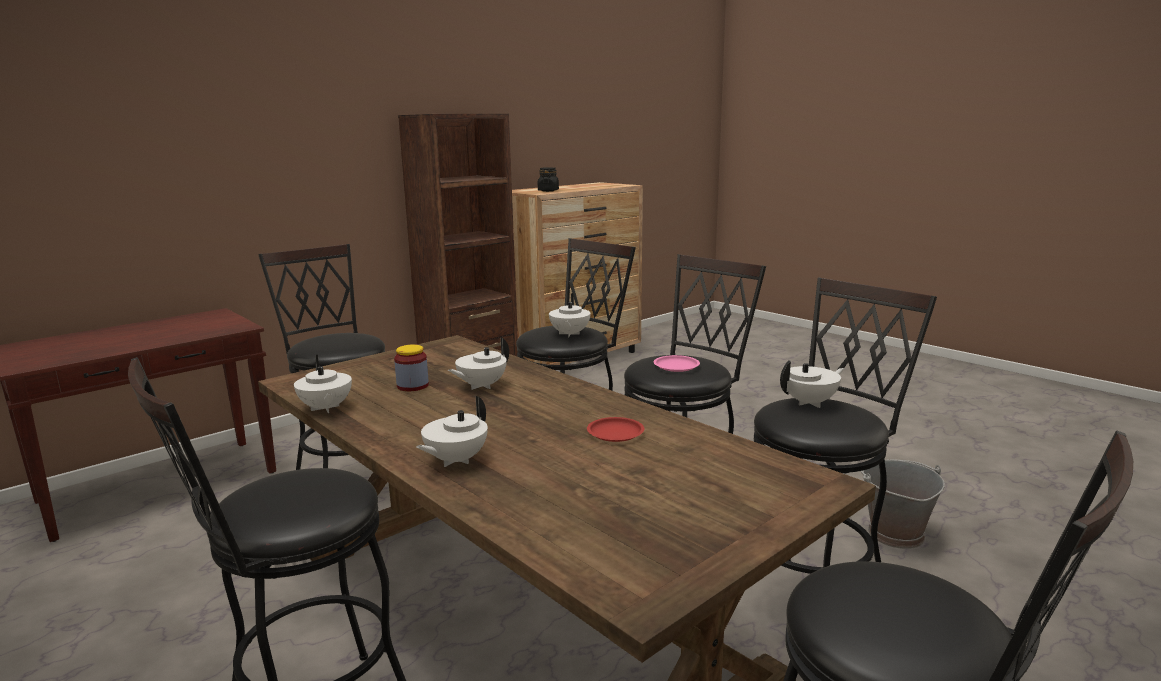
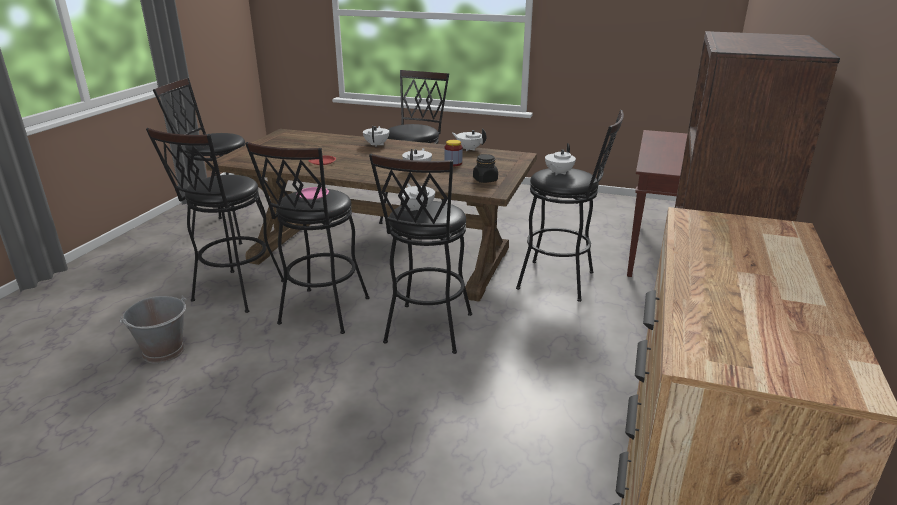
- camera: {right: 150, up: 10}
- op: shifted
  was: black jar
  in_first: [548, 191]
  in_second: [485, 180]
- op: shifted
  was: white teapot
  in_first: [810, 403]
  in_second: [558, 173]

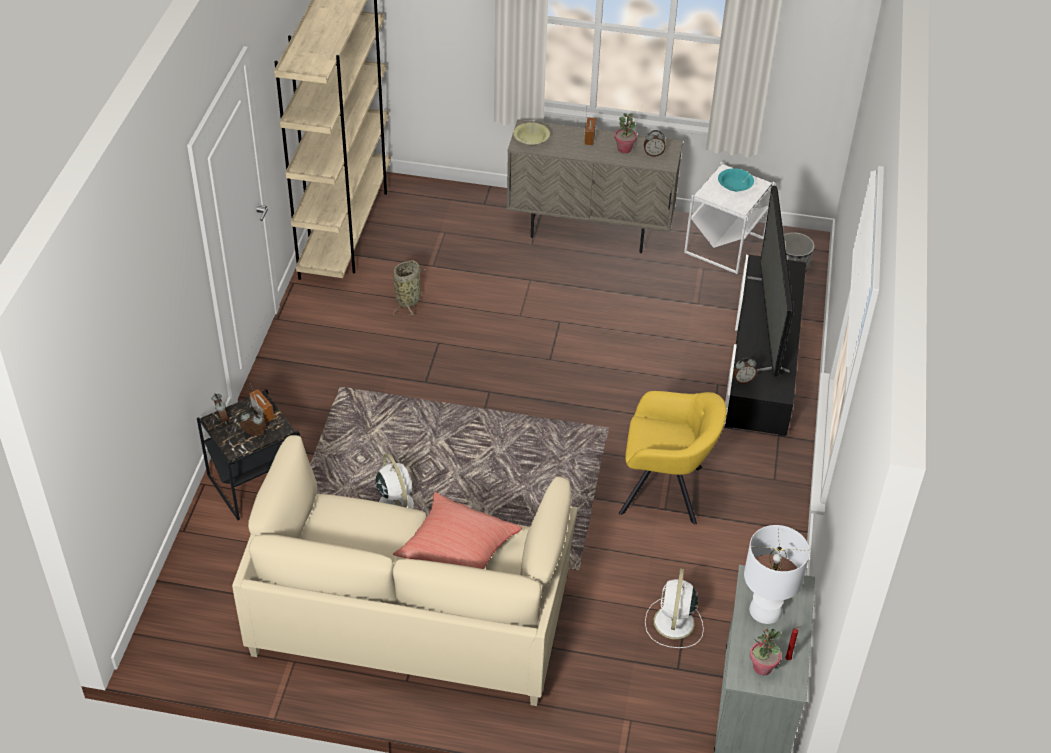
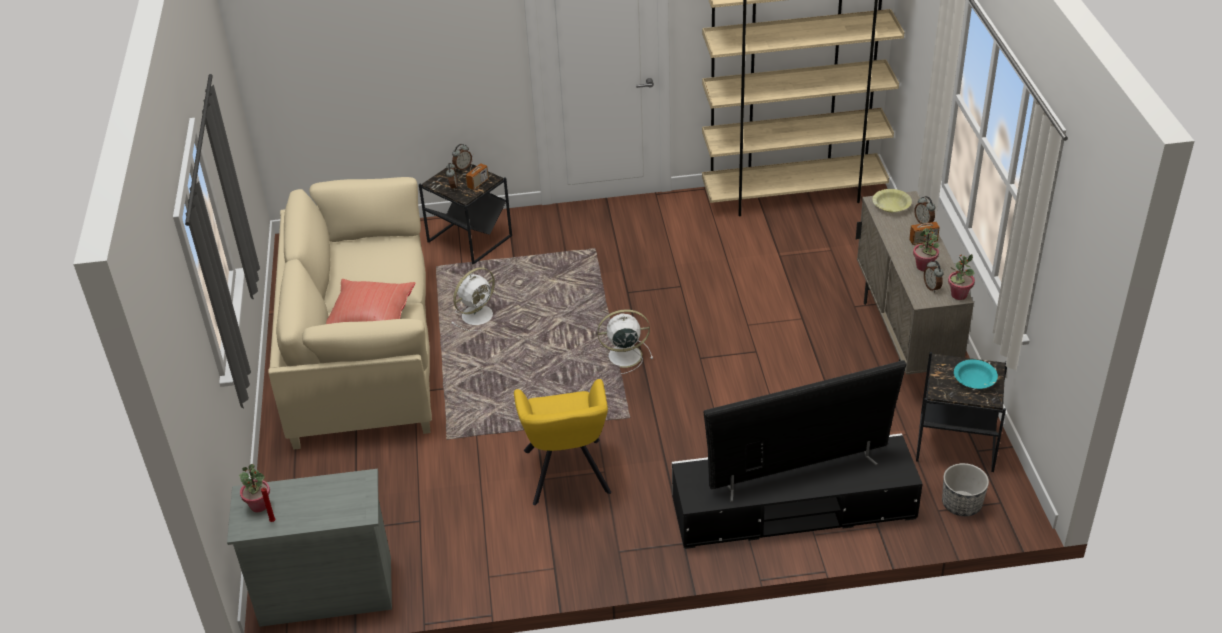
- camera: {right: 75, up: -5}
- op: gone
  was: basket
  in_first: [409, 299]
- op: shifted
  was: white fan
  in_first: [673, 624]
  in_second: [623, 356]
- op: repainted
  was: white side table
  now: black side table
  in_first: [725, 246]
  in_second: [957, 443]
- op: shifted
  was: alarm clock
  in_first: [743, 380]
  in_second: [924, 222]
- op: gone
  was: white table lamp
  in_first: [765, 611]
- op: new
  now: potted plant
  in_second: [958, 295]

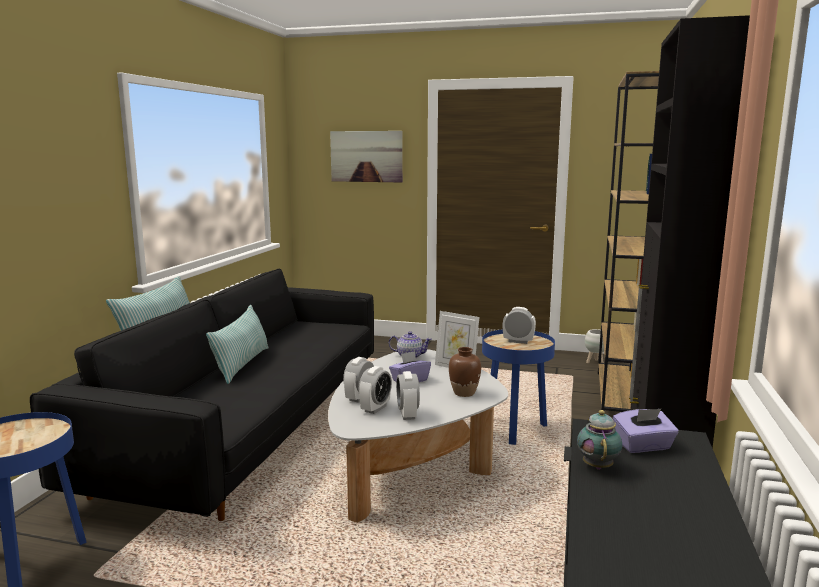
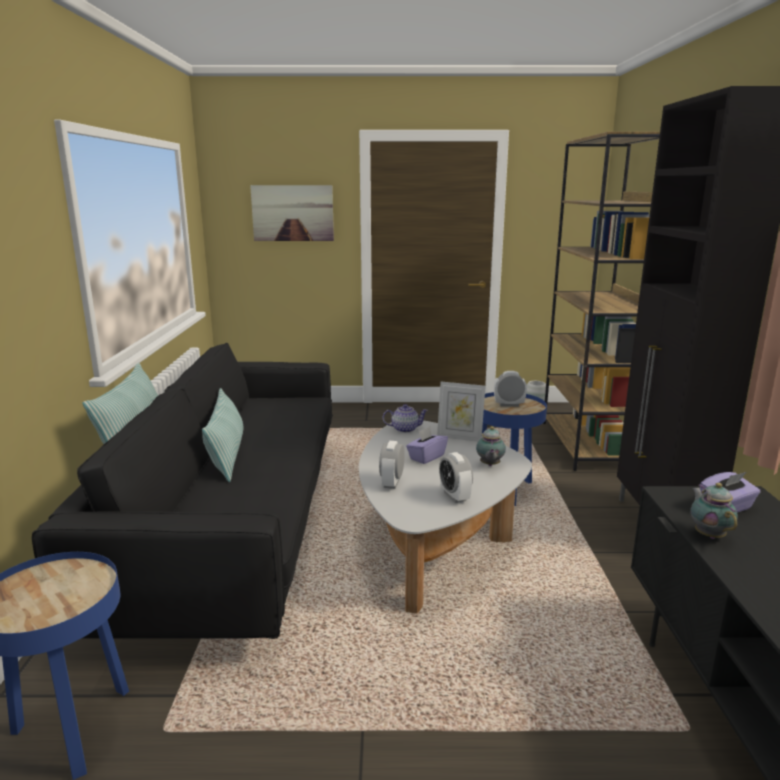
- camera: {right: -15, up: 5}
- op: gone
  was: alarm clock
  in_first: [375, 408]
- op: swapped
  was: brown vase
  now: teapot
  in_first: [464, 393]
  in_second: [489, 465]

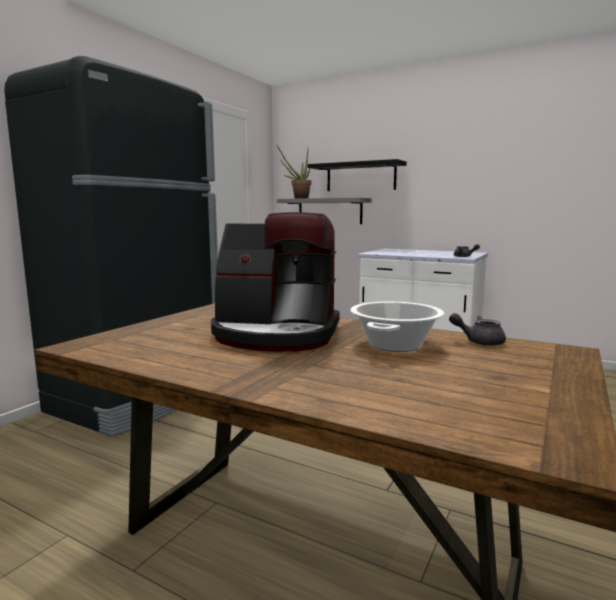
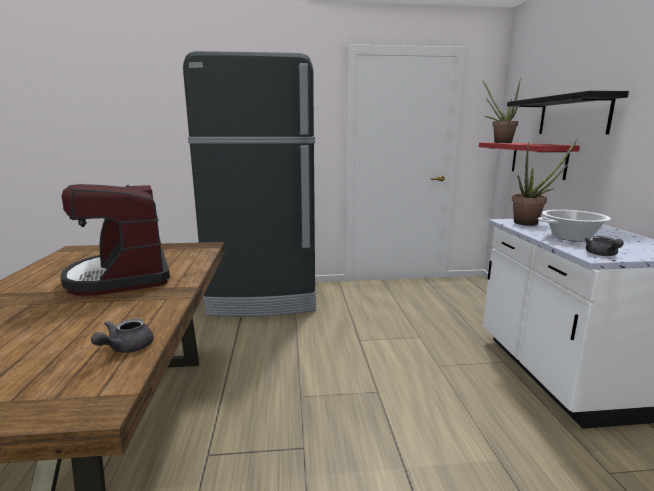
- camera: {right: 55, up: 5}
- op: repainted
  was: grey shelf
  now: red shelf
  in_first: [330, 211]
  in_second: [538, 159]
- op: shifted
  was: cooking pot
  in_first: [394, 345]
  in_second: [571, 237]
- op: rotated
  was: grey teapot
  in_first: [479, 342]
  in_second: [126, 348]
  clockwise: -135
- op: new
  now: potted plant
  in_second: [530, 223]

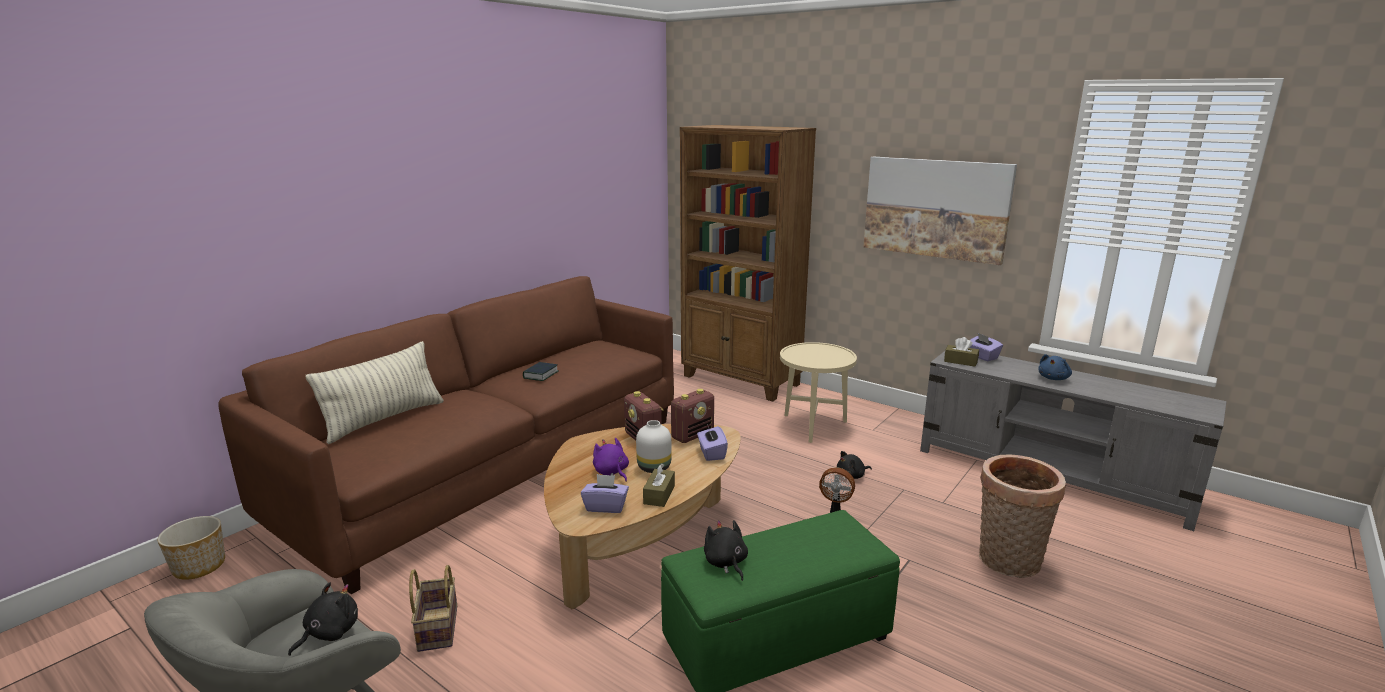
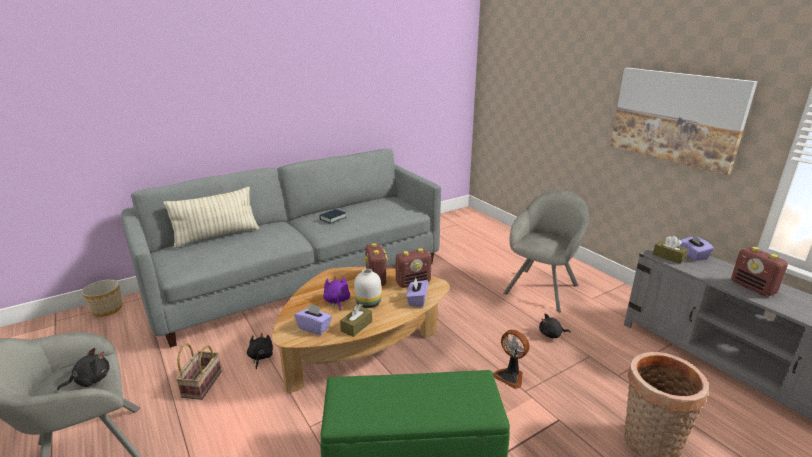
- camera: {right: 20, up: 5}
- op: repainted
  was: brown sofa
  now: grey sofa
  in_first: [493, 468]
  in_second: [299, 277]
- op: gone
  was: brown bookcase
  in_first: [741, 381]
- op: shifted
  was: black plush toy
  in_first: [726, 563]
  in_second: [260, 357]
- op: swapped
  was: beige side table
  now: grey armchair
  in_first: [813, 427]
  in_second: [543, 287]
- op: swapped
  was: blue plush toy
  now: radio
  in_first: [1053, 378]
  in_second: [753, 288]

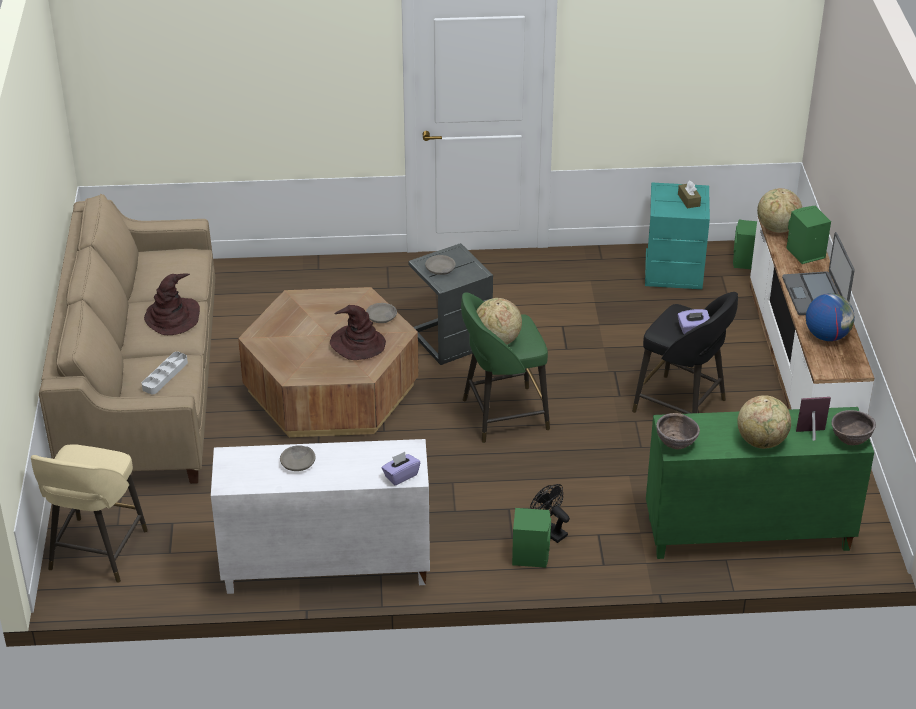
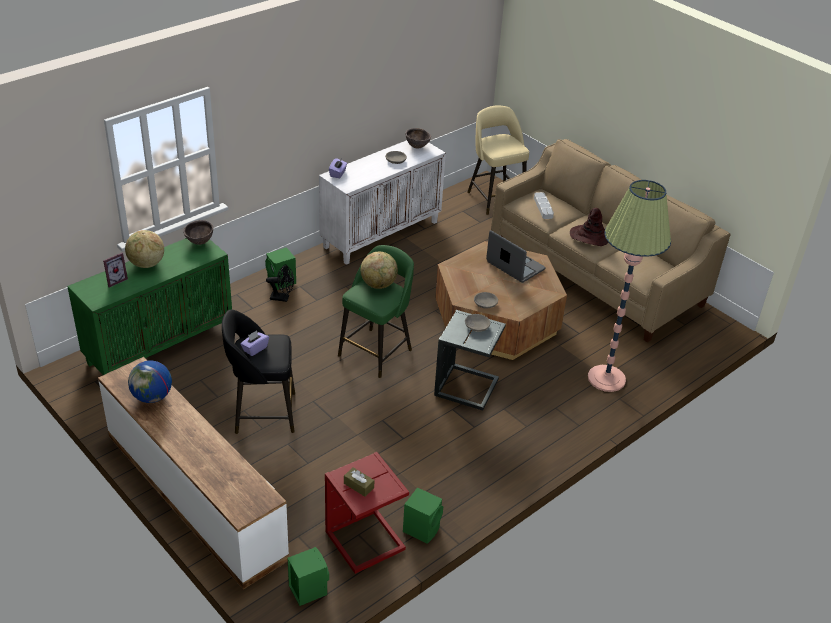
- camera: {right: 140, up: 0}
- op: gone
  was: brown hat
  in_first: [357, 344]
- op: repainted
  was: turquoise side table
  now: red side table
  in_first: [674, 270]
  in_second: [365, 542]
- op: gone
  was: globe
  in_first: [777, 228]
- op: shifted
  was: laptop
  in_first: [815, 294]
  in_second: [515, 266]
- op: shifted
  was: green speaker
  in_first: [804, 253]
  in_second: [422, 528]
- op: shifted
  was: brown bowl
  in_first: [850, 441]
  in_second: [417, 147]
- op: new
  now: floor lamp
  in_second: [606, 378]

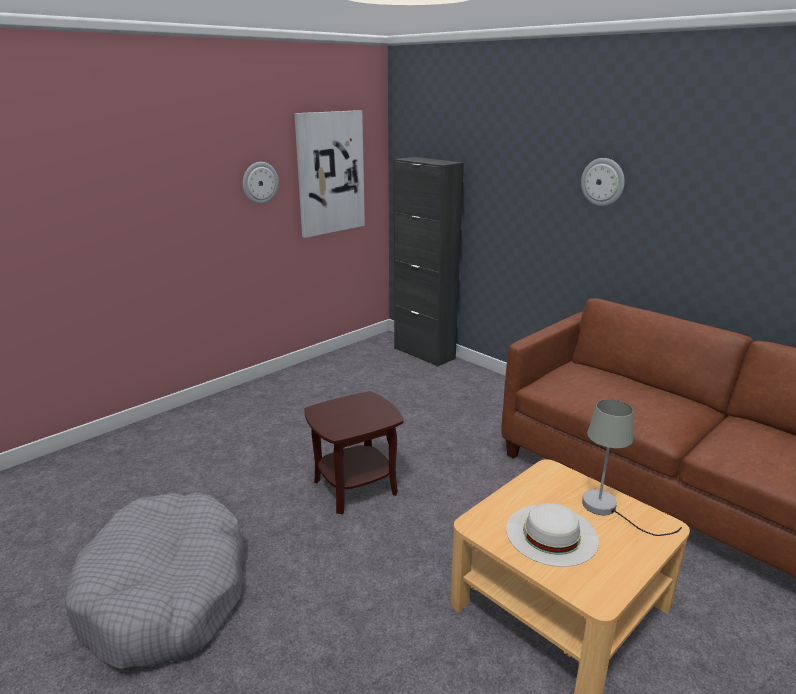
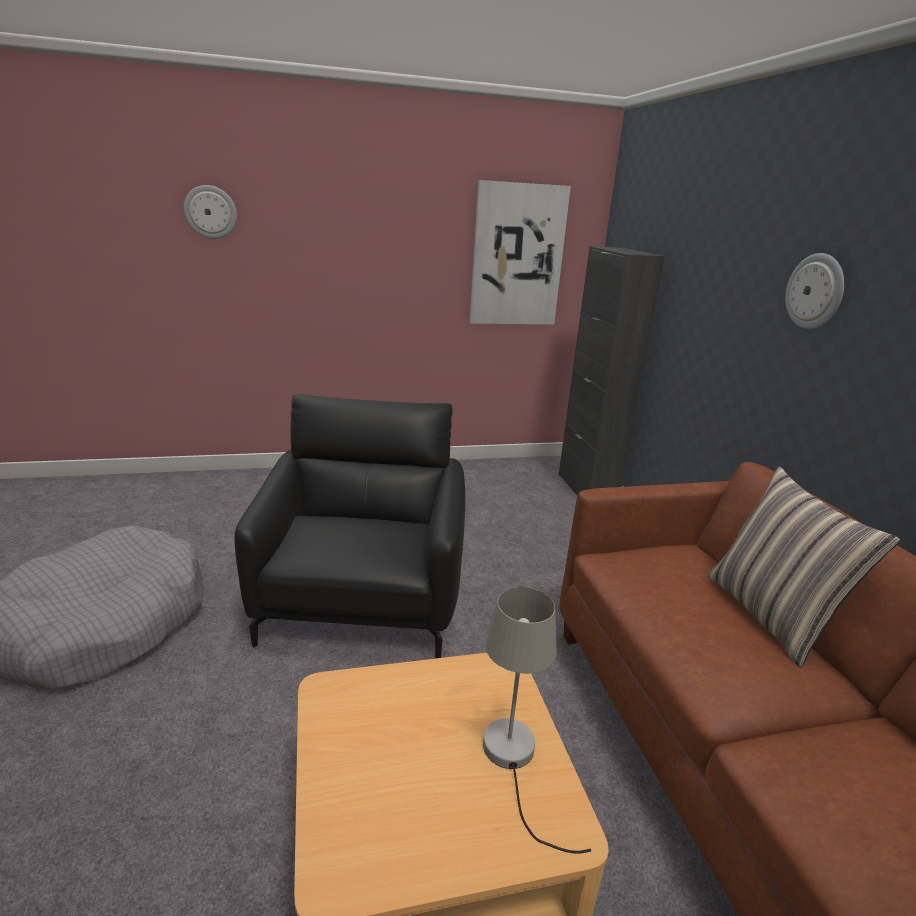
- camera: {right: 30, up: 0}
- op: shifted
  was: wall clock
  in_first: [260, 183]
  in_second: [210, 212]
- op: swapped
  was: brown side table
  now: black armchair
  in_first: [355, 487]
  in_second: [362, 600]
- op: gone
  was: white hat
  in_first: [551, 534]
- op: new
  now: pillow
  in_second: [771, 615]

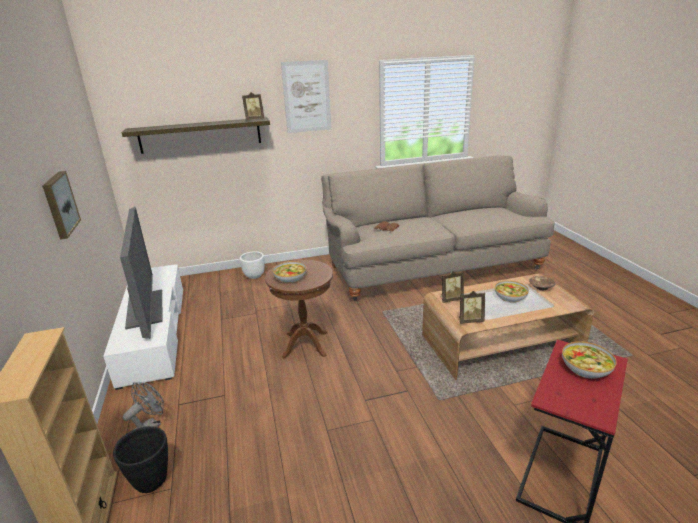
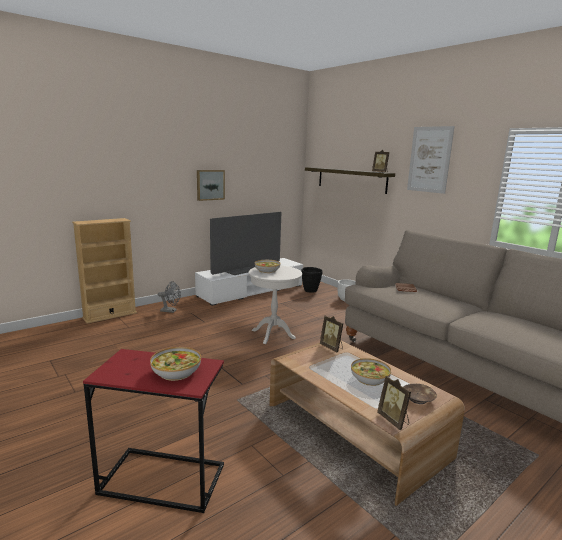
- camera: {right: 65, up: -10}
- op: shifted
  was: black planter
  in_first: [152, 481]
  in_second: [311, 291]
- op: repainted
  was: brown side table
  now: white side table
  in_first: [305, 344]
  in_second: [273, 334]
- op: shifted
  was: picture frame
  in_first: [470, 320]
  in_second: [394, 420]

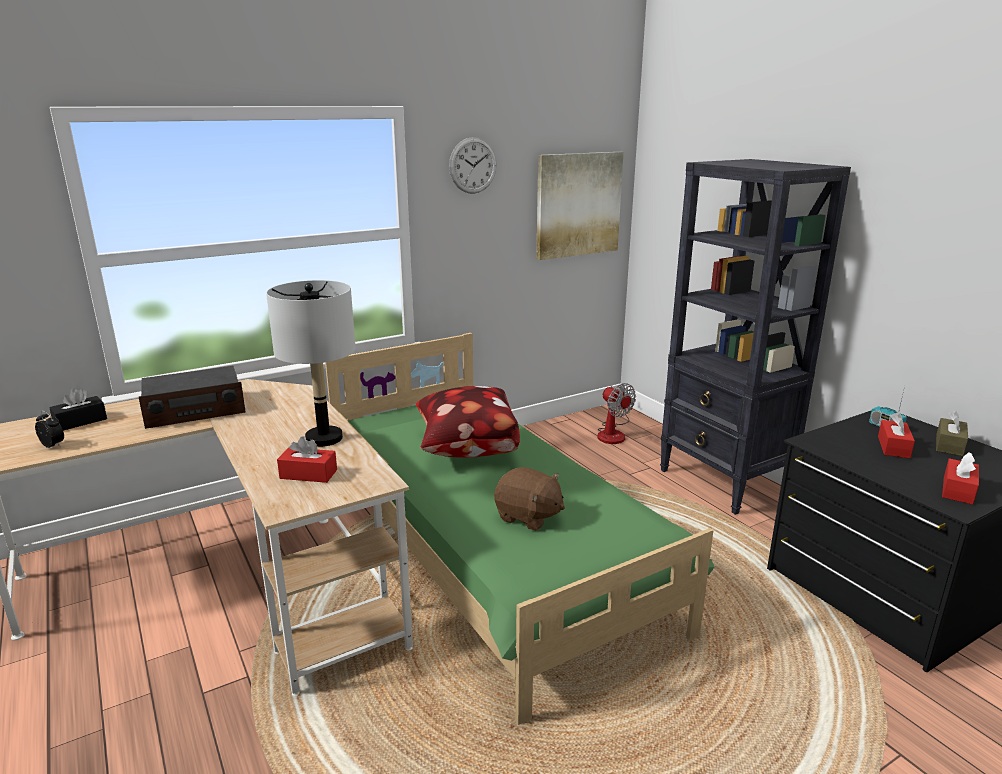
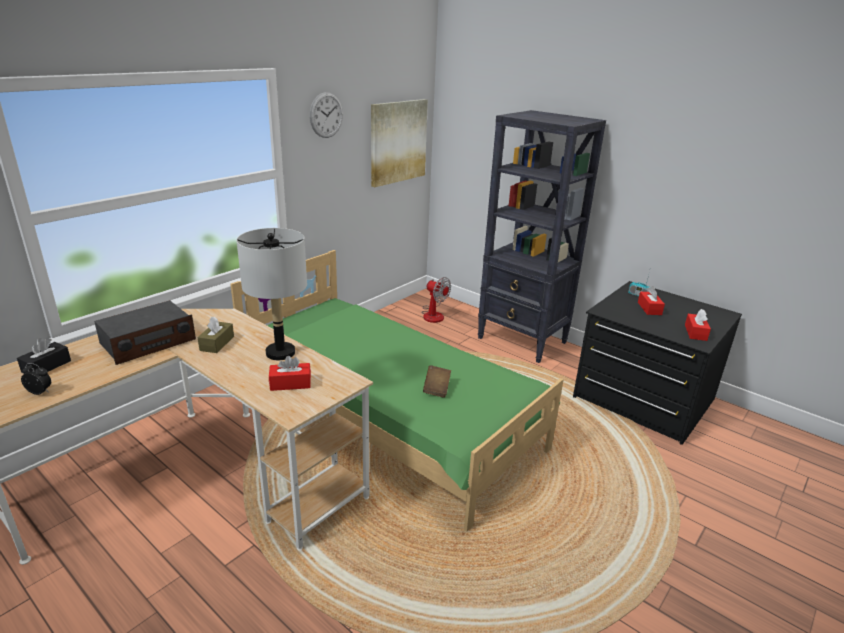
- camera: {right: -20, up: 5}
- op: gone
  was: pillow
  in_first: [466, 450]
- op: swapped
  was: brown plush toy
  now: brown book
  in_first: [528, 517]
  in_second: [436, 388]
- op: shifted
  was: brown tissue box
  in_first: [949, 445]
  in_second: [217, 343]

